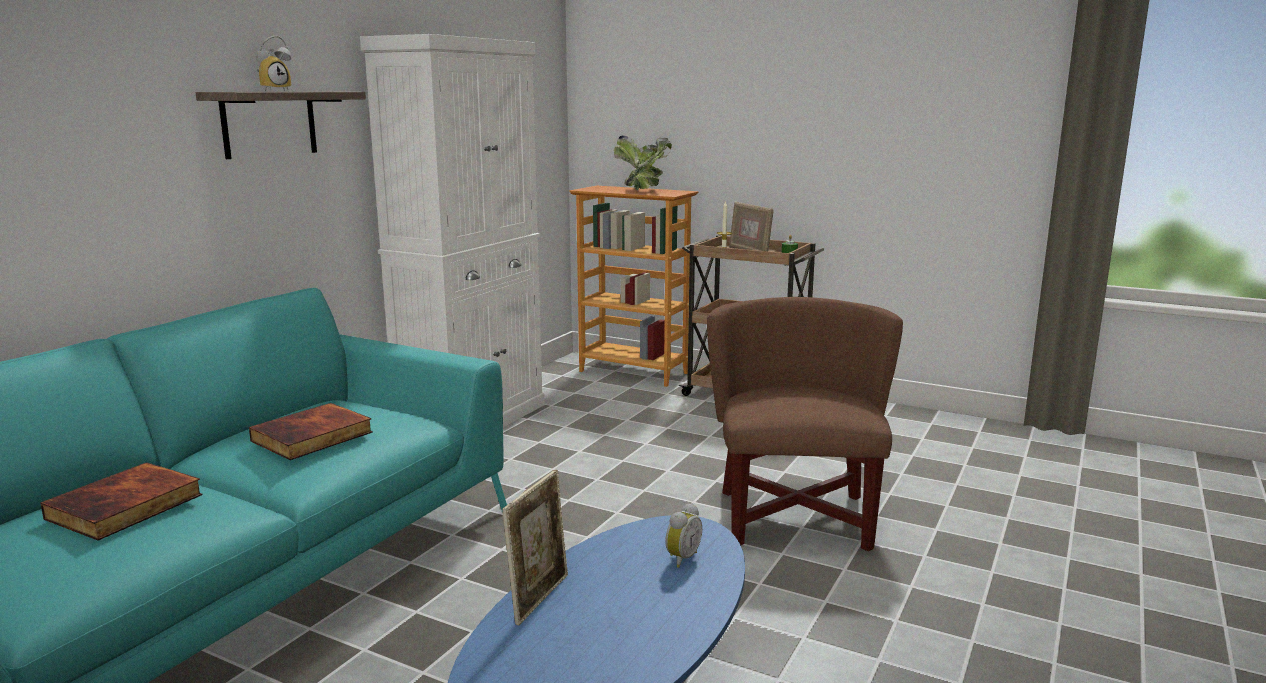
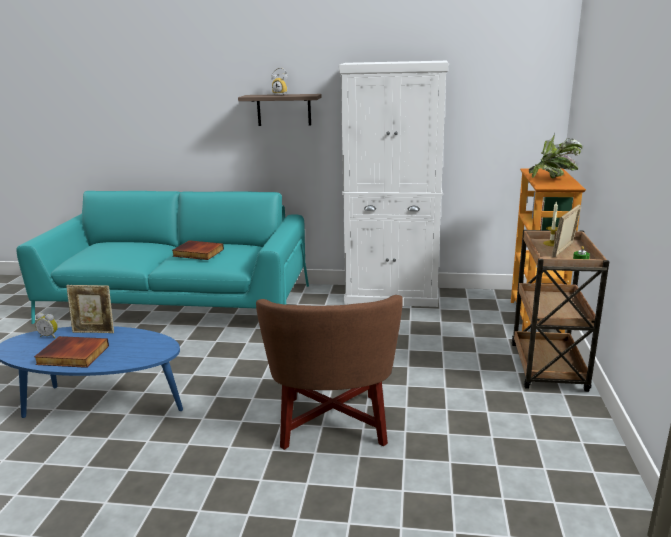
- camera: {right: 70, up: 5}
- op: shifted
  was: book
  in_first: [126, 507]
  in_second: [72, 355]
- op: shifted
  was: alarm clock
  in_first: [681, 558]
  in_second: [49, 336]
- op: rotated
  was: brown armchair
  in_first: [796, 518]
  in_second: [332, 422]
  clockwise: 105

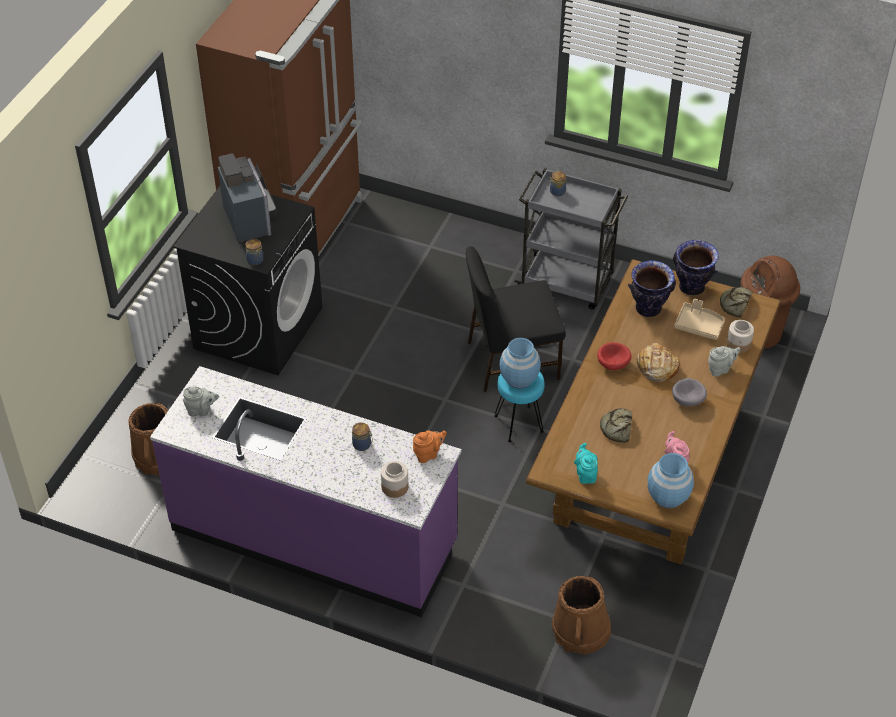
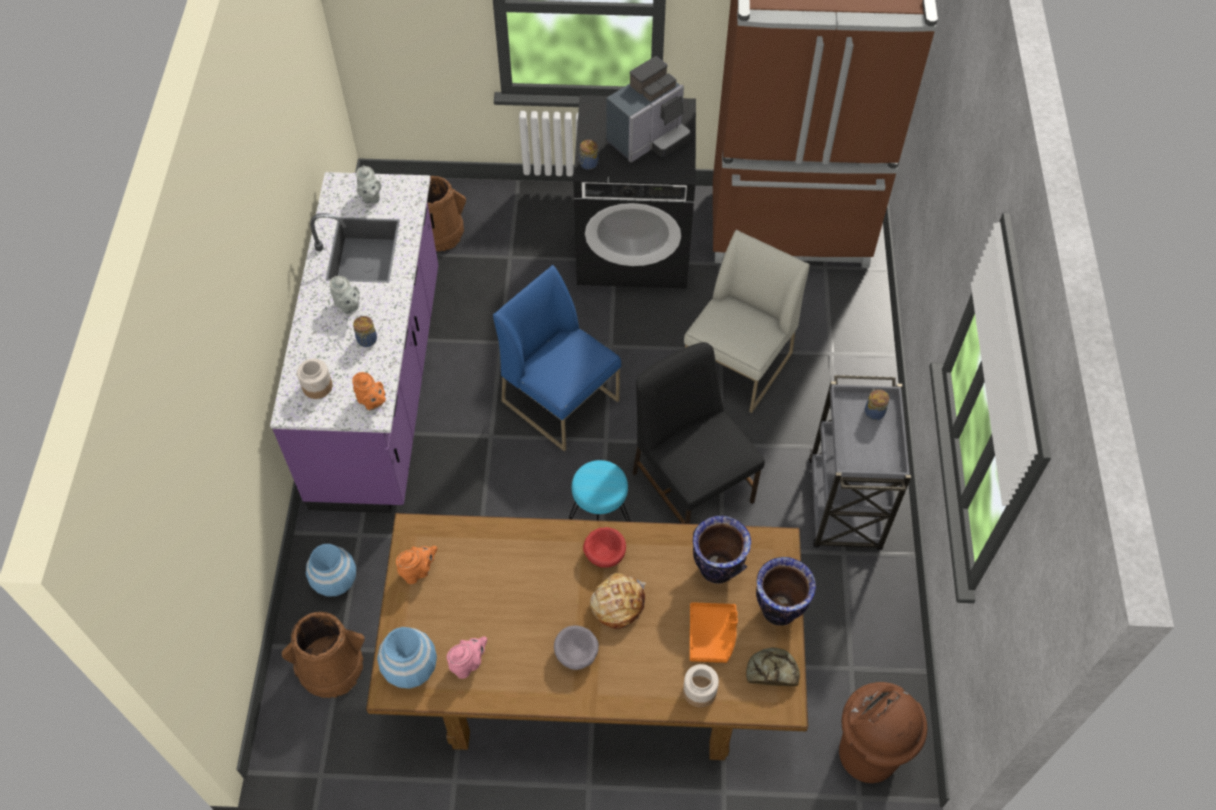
- camera: {right: 70, up: 10}
- op: shifted
  was: blue vase
  in_first: [519, 378]
  in_second: [336, 581]
- op: repainted
  was: turquoise teapot
  now: orange teapot
  in_first: [585, 474]
  in_second: [418, 571]
- op: gone
  was: bread
  in_first: [617, 428]
- op: repainted
  was: beige tray
  now: orange tray
  in_first: [699, 326]
  in_second: [712, 635]
- op: shifted
  was: grey teapot
  in_first: [720, 369]
  in_second: [348, 306]
- op: new
  now: blue chair
  in_second: [561, 400]
- op: new
  now: white chair
  in_second: [738, 366]

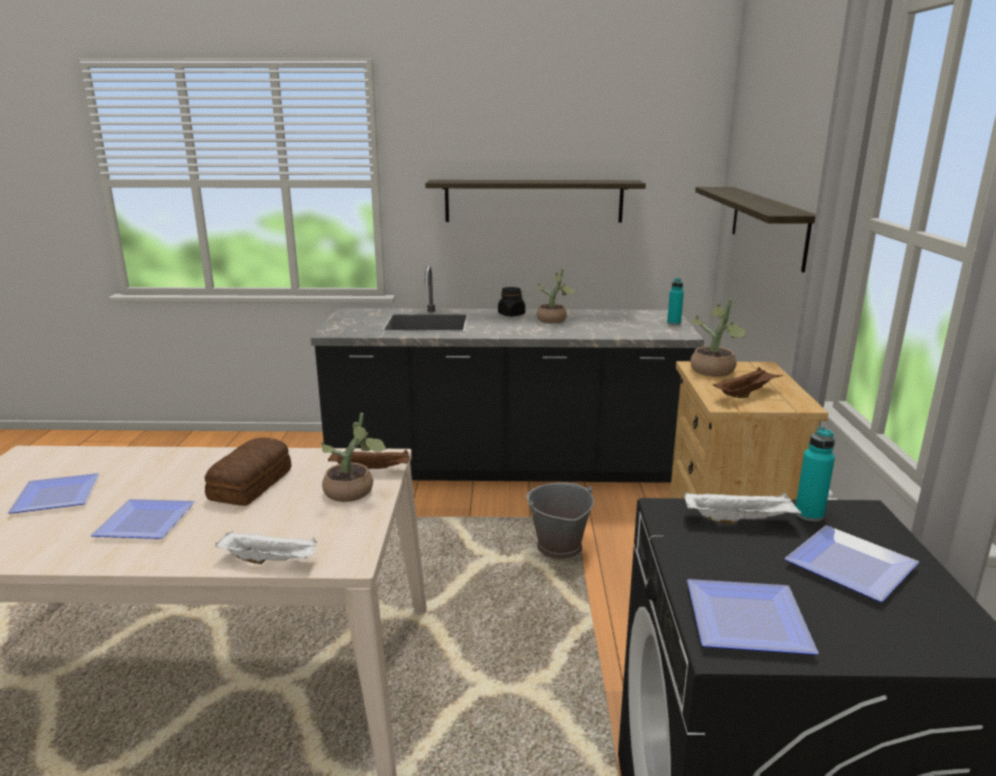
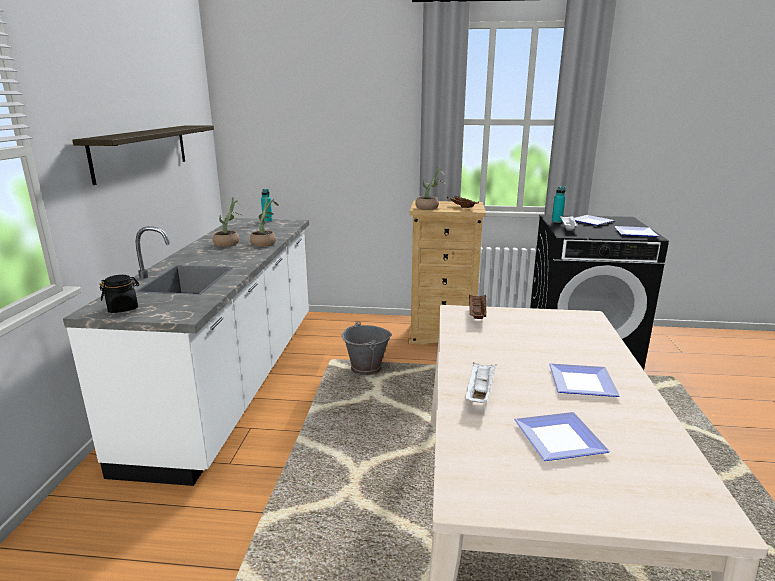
- camera: {right: -85, up: 0}
- op: gone
  was: bread
  in_first: [253, 484]
- op: shifted
  was: white tray
  in_first: [270, 560]
  in_second: [479, 392]
- op: repainted
  was: black counter
  now: white counter
  in_first: [506, 467]
  in_second: [234, 381]
- op: shifted
  was: potted plant
  in_first: [353, 493]
  in_second: [265, 243]
- op: shifted
  was: black jar
  in_first: [511, 314]
  in_second: [123, 308]
- op: gone
  was: shelf
  in_first: [767, 225]

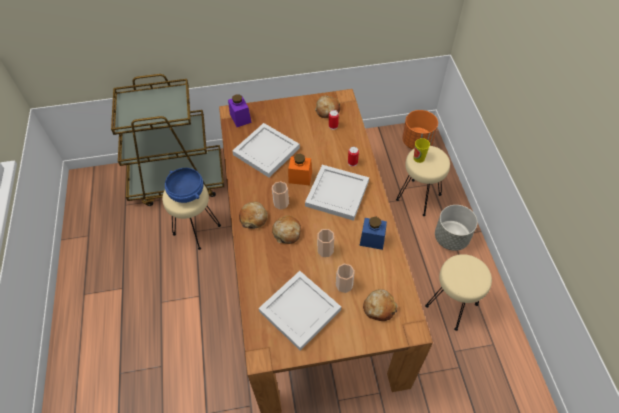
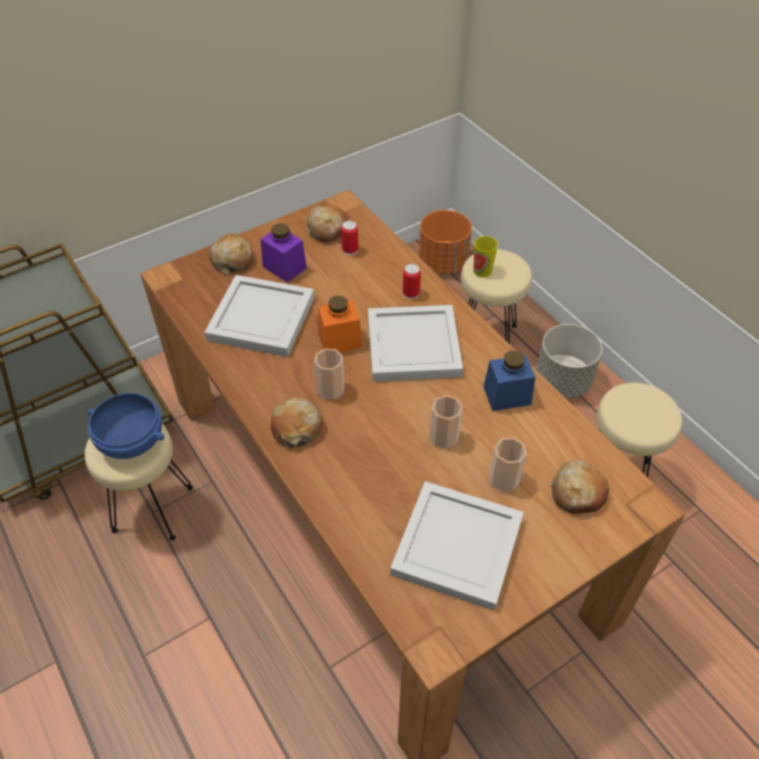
- camera: {right: -25, up: -5}
- op: shifted
  was: purple jar
  in_first: [240, 118]
  in_second: [284, 267]
- op: shifted
  was: bread
  in_first: [287, 232]
  in_second: [232, 260]

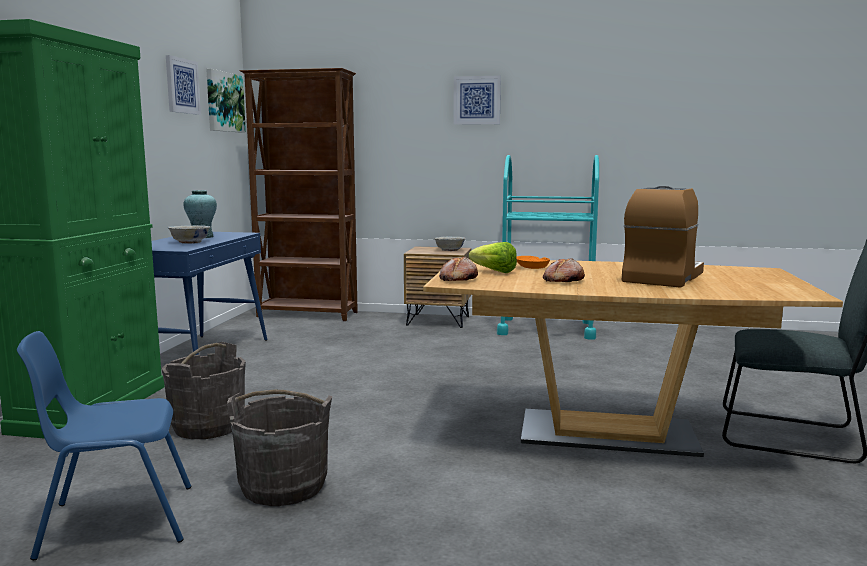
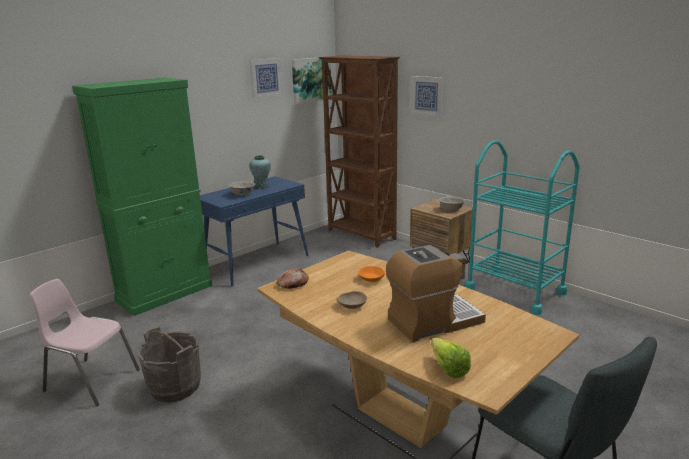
- camera: {right: 35, up: 10}
- op: repainted
  was: blue chair
  now: pink chair
  in_first: [115, 521]
  in_second: [91, 380]
- op: gone
  was: grey bucket
  in_first: [208, 426]
- op: shifted
  was: picture
  in_first: [477, 100]
  in_second: [427, 95]
- op: shifted
  was: lettuce
  in_first: [491, 271]
  in_second: [447, 366]
- op: swapped
  was: bread
  now: beige bowl
  in_first: [563, 280]
  in_second: [351, 305]

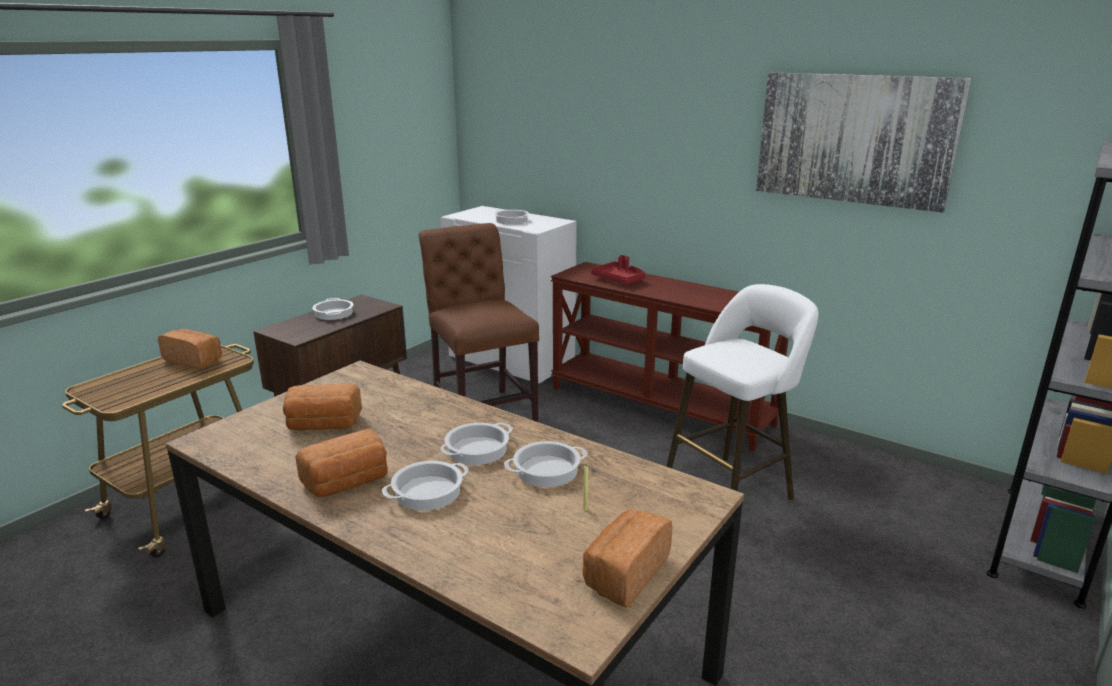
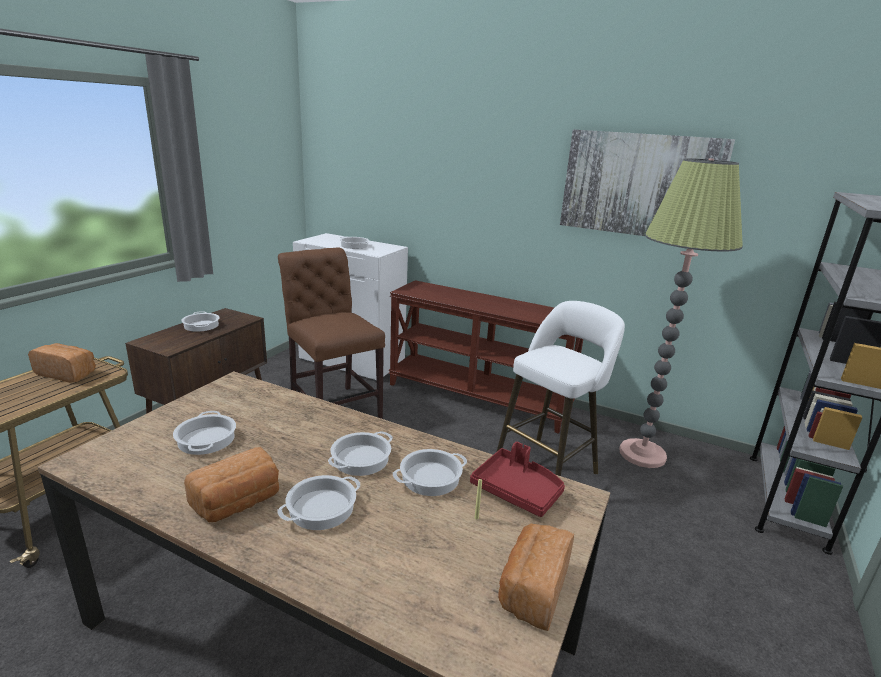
- camera: {right: -10, up: 0}
- op: swapped
  was: bread
  now: cooking pot
  in_first: [323, 425]
  in_second: [206, 439]
- op: shifted
  was: red tray
  in_first: [619, 279]
  in_second: [517, 490]
- op: new
  now: floor lamp
  in_second: [642, 454]

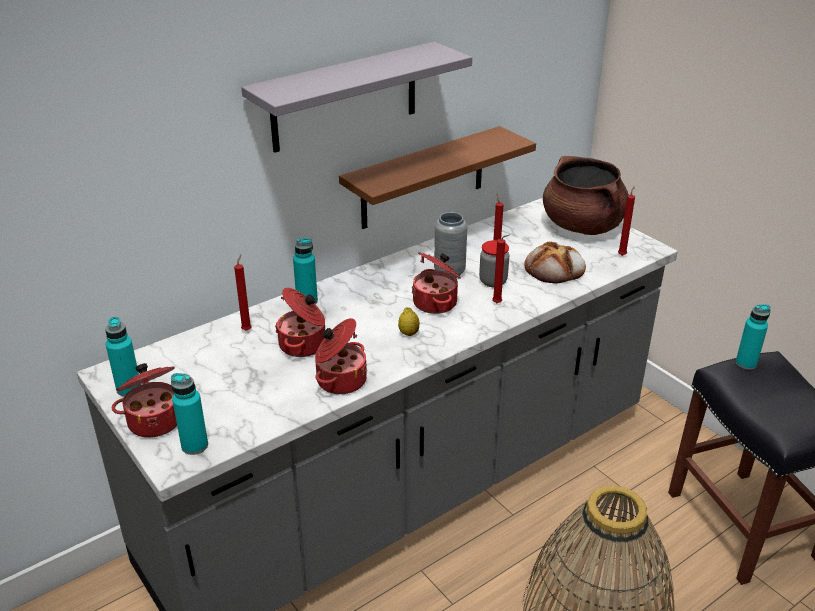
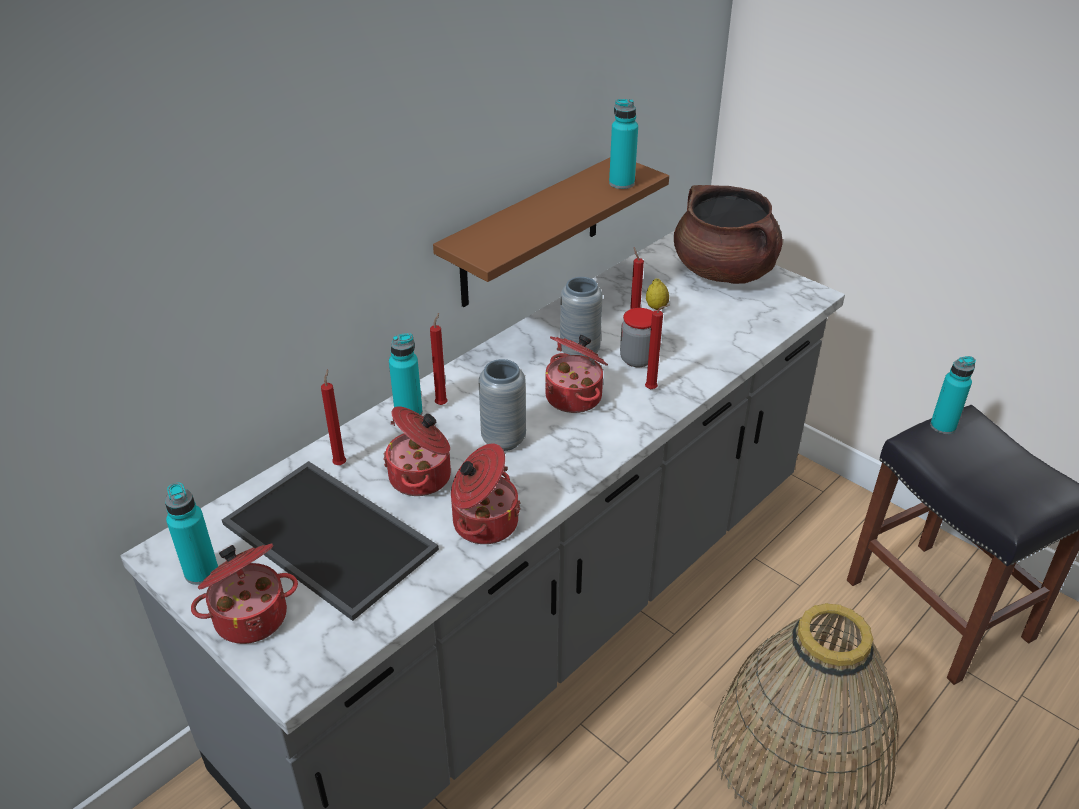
- camera: {right: -10, up: 5}
- op: shifted
  was: turquoise bottle
  in_first: [194, 446]
  in_second: [621, 183]
- op: gone
  was: grey shelf
  in_first: [345, 97]
- op: shifted
  was: lemon
  in_first: [408, 333]
  in_second: [656, 307]
- op: gone
  was: bread
  in_first: [555, 268]
- op: shifted
  was: red candle
  in_first: [622, 255]
  in_second: [442, 403]
- op: new
  now: tray
  in_second: [333, 536]
- op: new
  now: grey vase
  in_second: [503, 440]

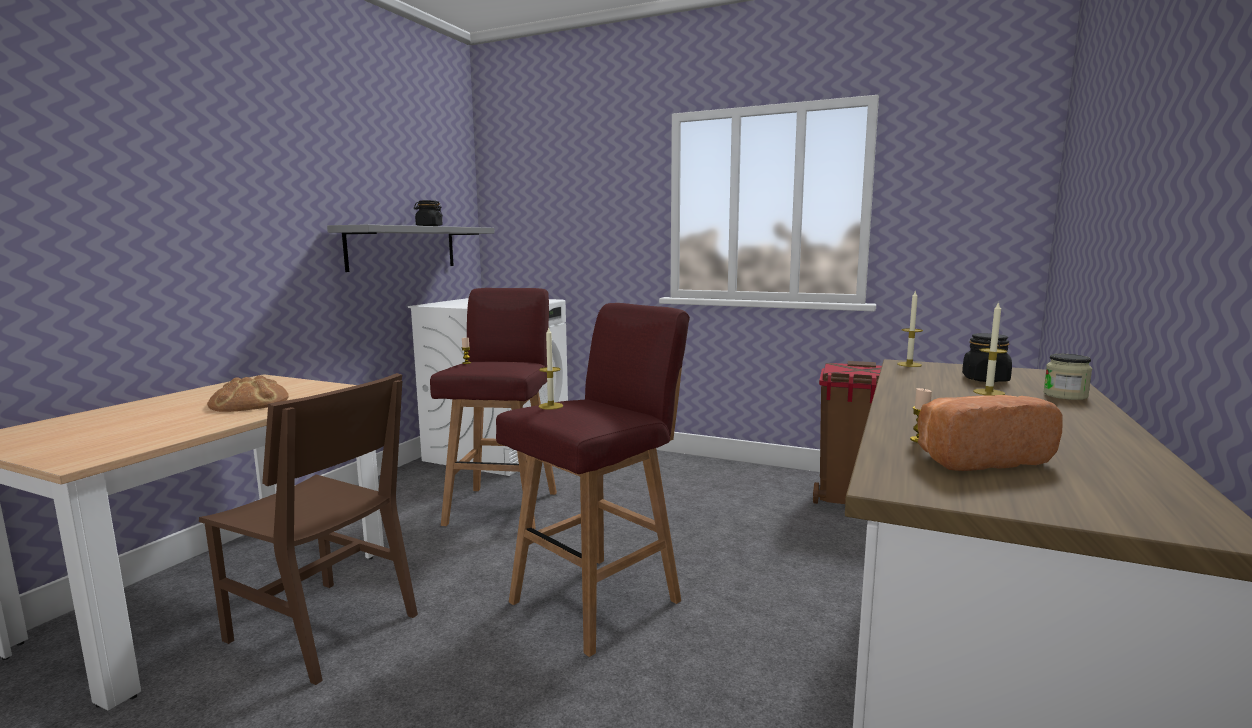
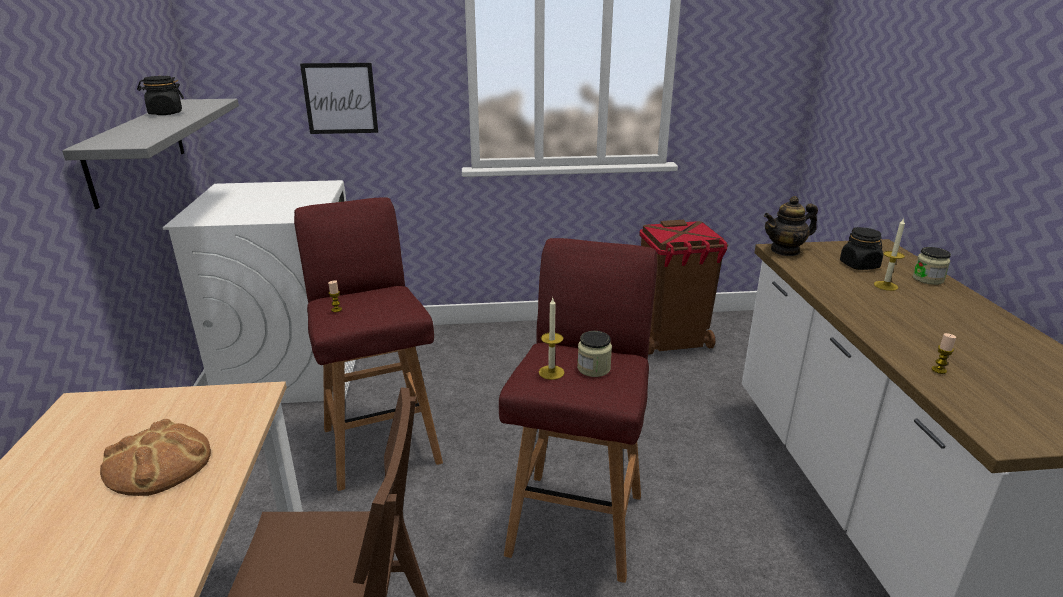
- camera: {right: -30, up: 15}
- op: swapped
  was: candle
  now: teapot
  in_first: [909, 364]
  in_second: [785, 251]
- op: gone
  was: bread
  in_first: [976, 458]
- op: new
  now: picture
  in_second: [340, 98]
- op: new
  now: jar
  in_second: [593, 368]

